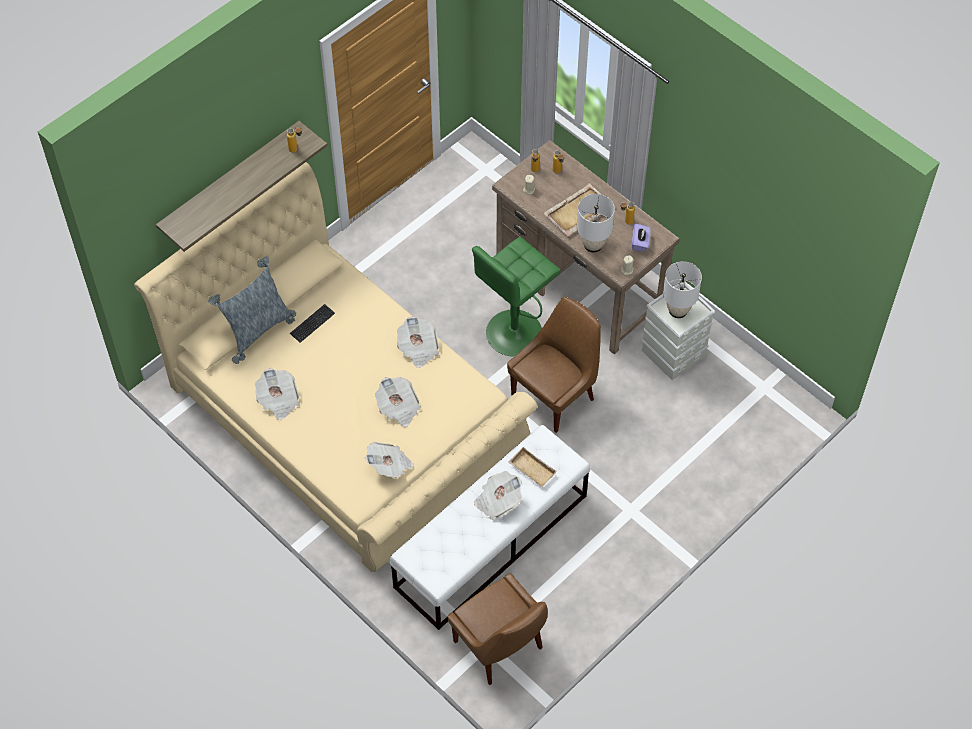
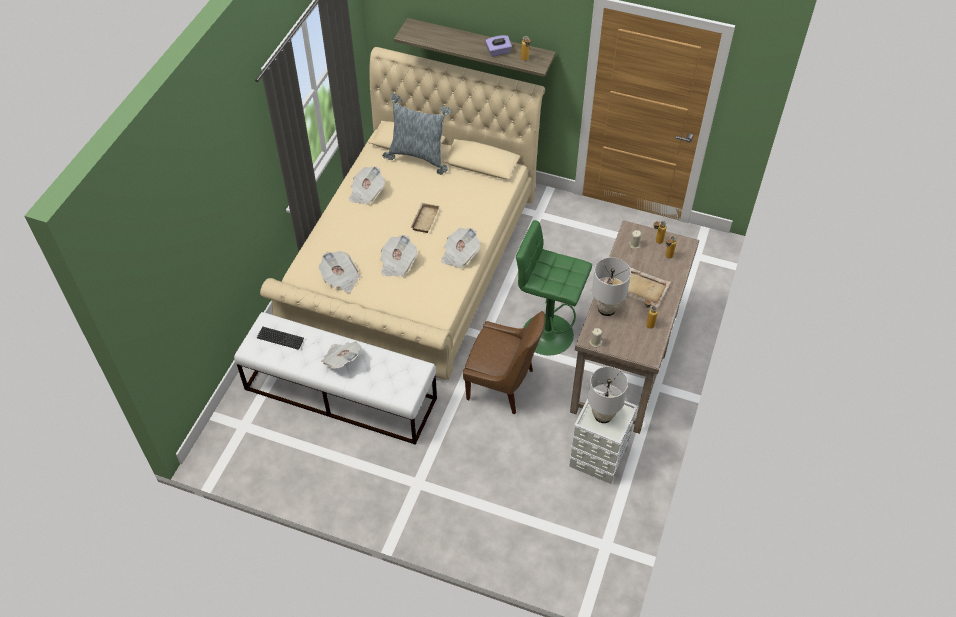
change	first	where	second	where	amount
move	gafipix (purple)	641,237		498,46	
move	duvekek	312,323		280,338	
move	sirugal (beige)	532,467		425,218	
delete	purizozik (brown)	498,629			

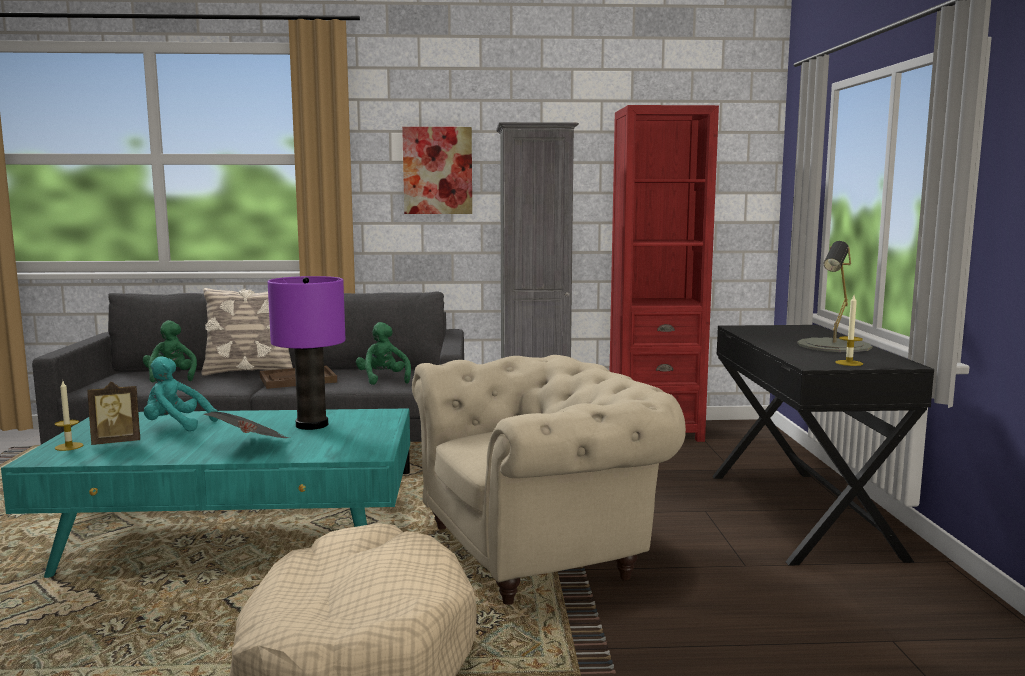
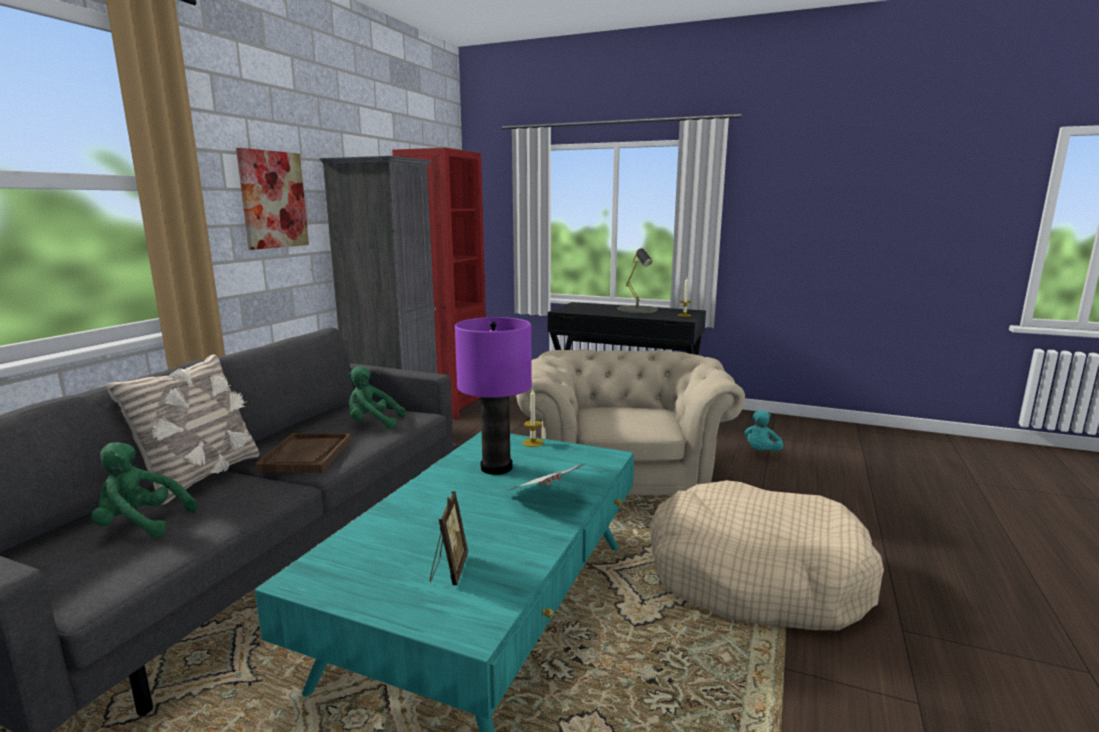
change	first	where	second	where	amount
move	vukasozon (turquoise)	181,393		763,430	
move	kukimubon	69,416		533,418	

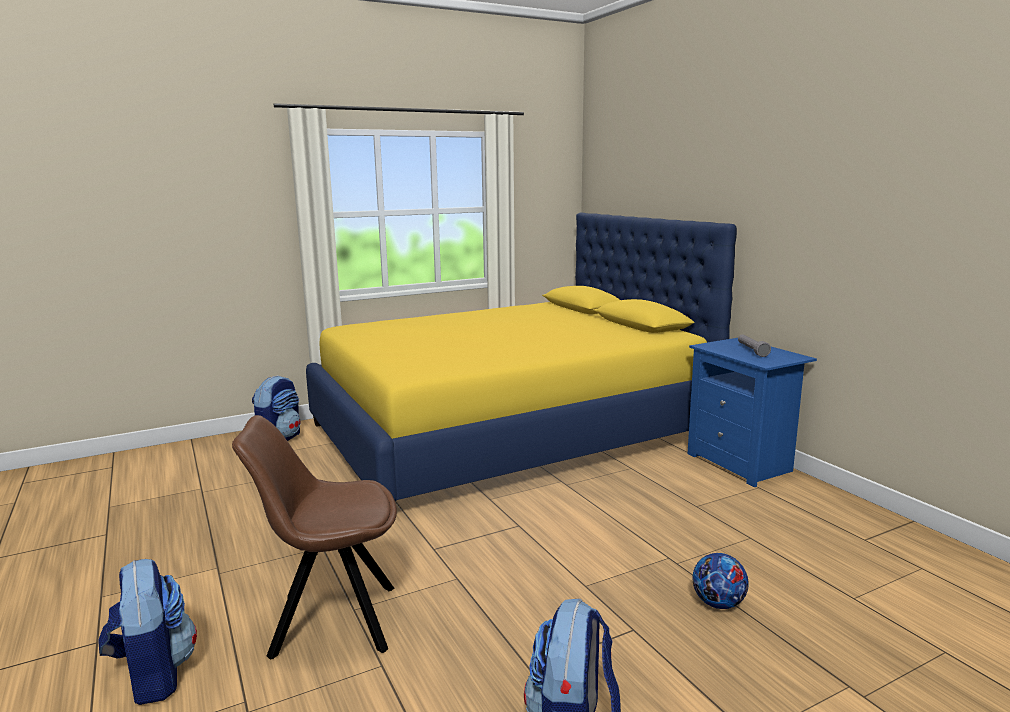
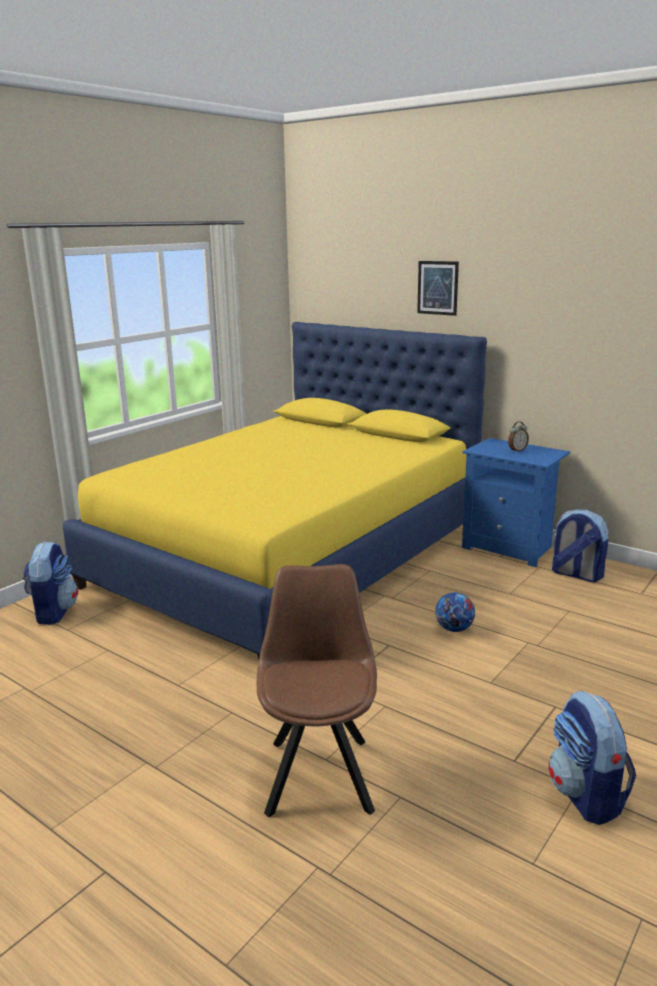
change	first	where	second	where	amount
replace	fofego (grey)	754,345	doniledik	518,436	
rotate	purizozik (brown)	314,537		317,690	120 degrees clockwise
move	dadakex	720,581		455,612	
move	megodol	147,632		580,545	
insert			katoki	438,288	

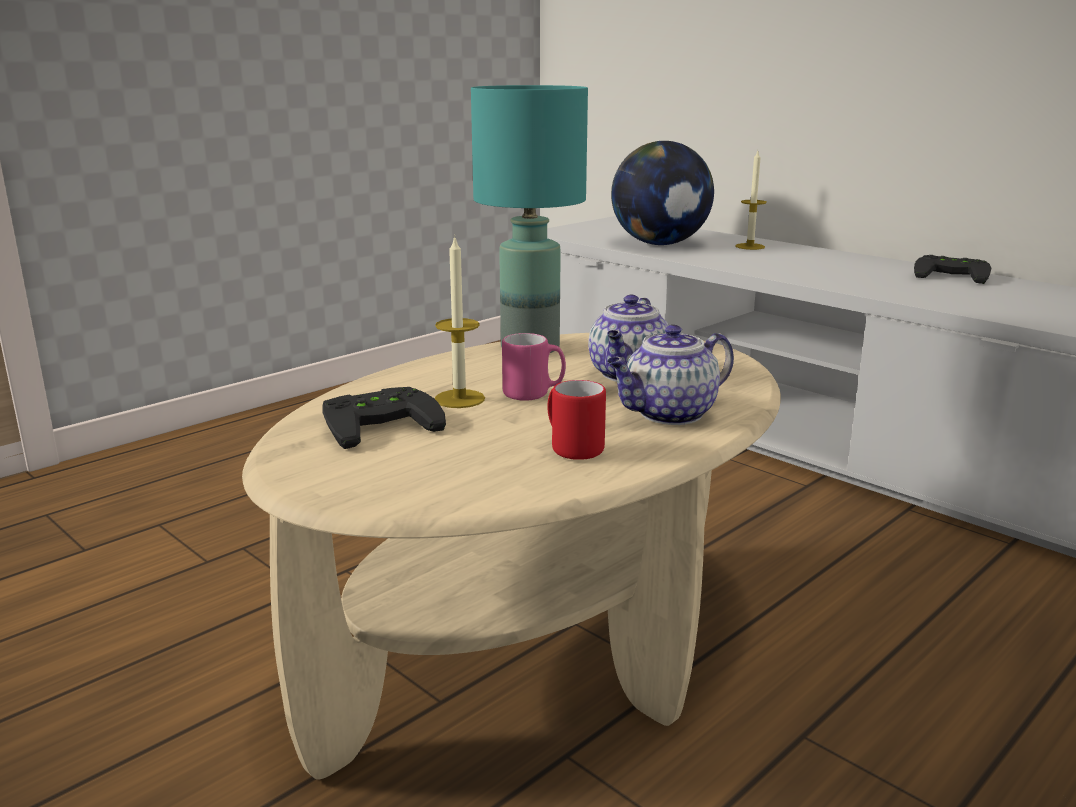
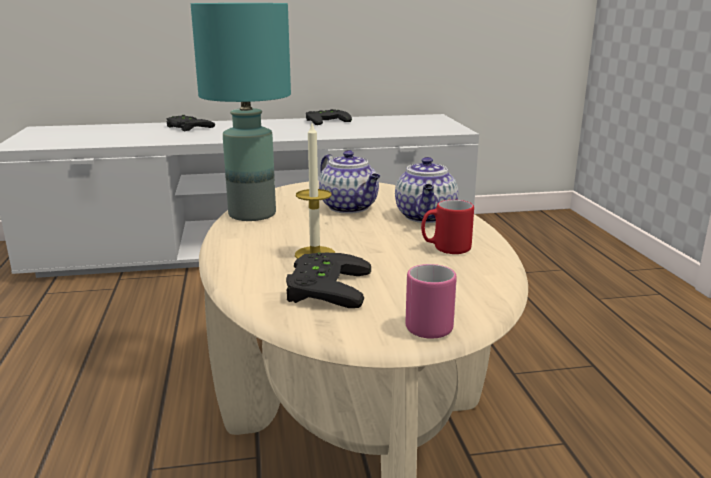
change	first	where	second	where	amount
delete	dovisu	662,193			
replace	kukimubon	751,200	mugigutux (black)	190,123	
move	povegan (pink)	534,366		431,301	

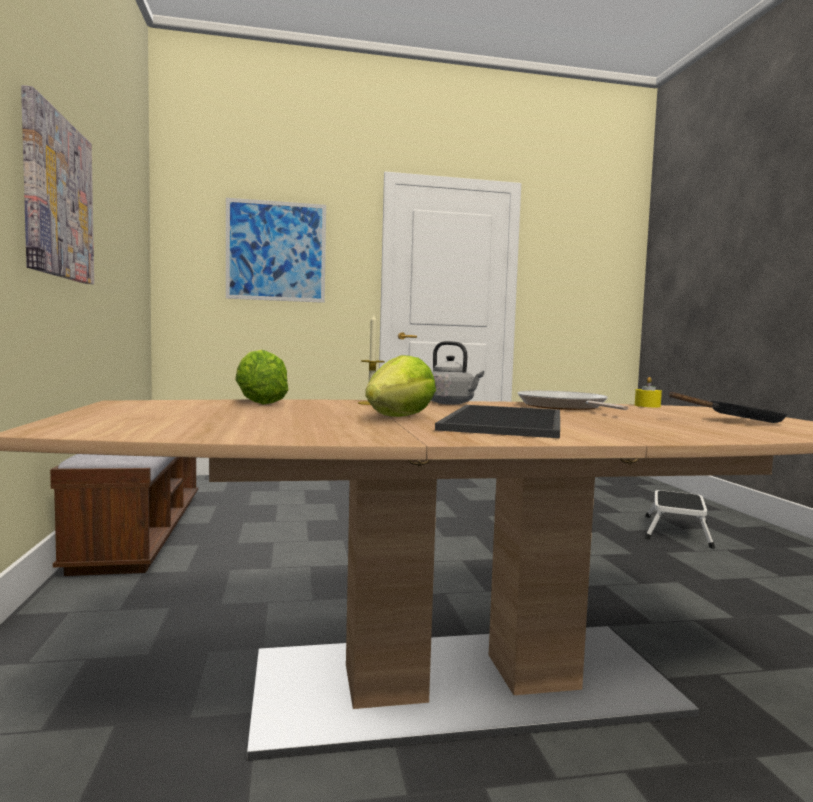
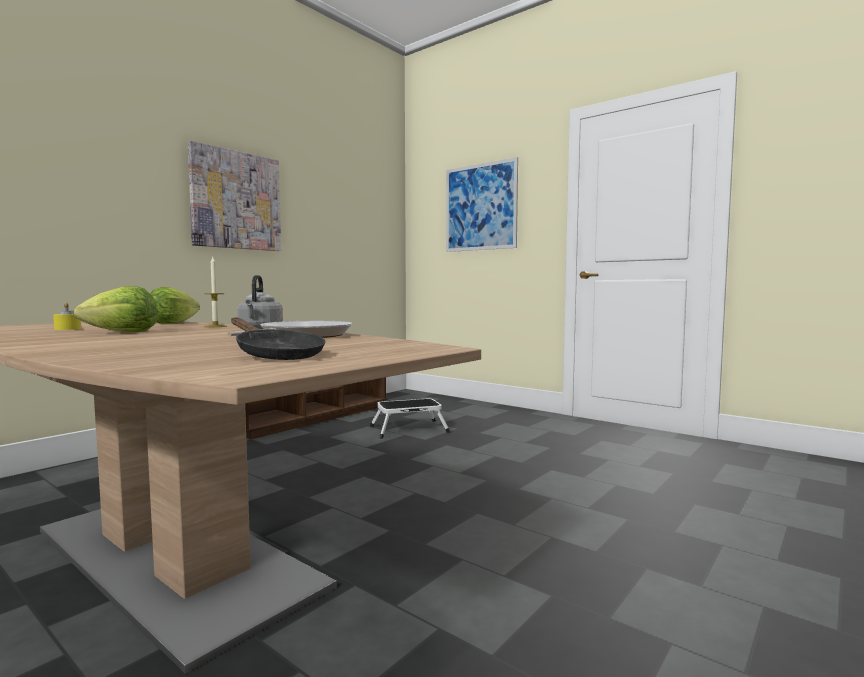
change	first	where	second	where	amount
move	kukimubon (yellow)	648,392		67,316	
delete	sirugal	497,421			
move	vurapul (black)	679,519		410,419	

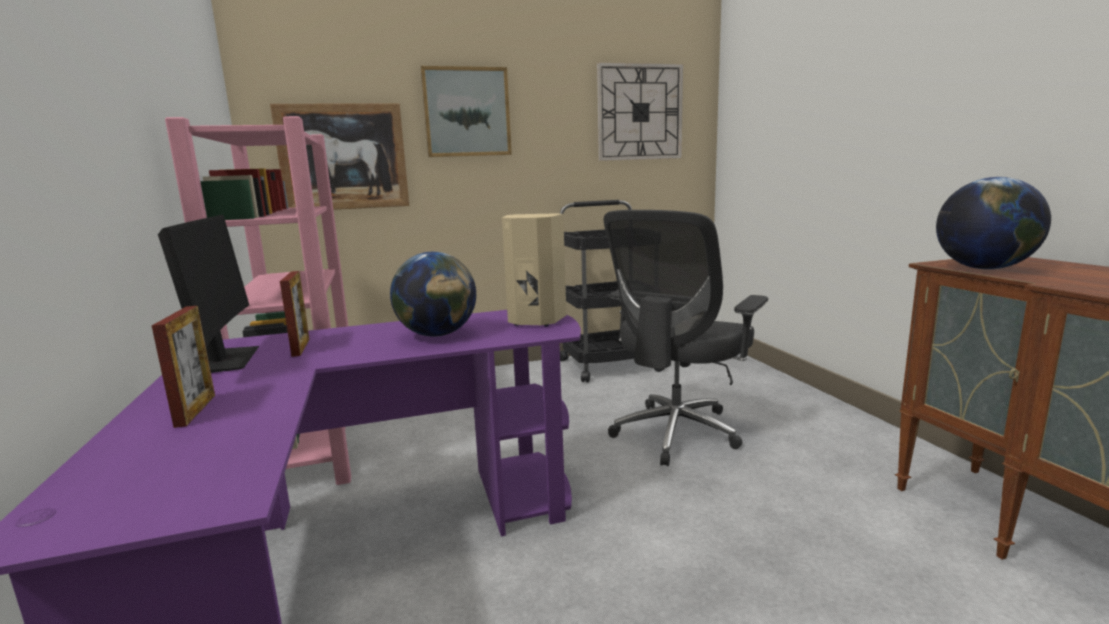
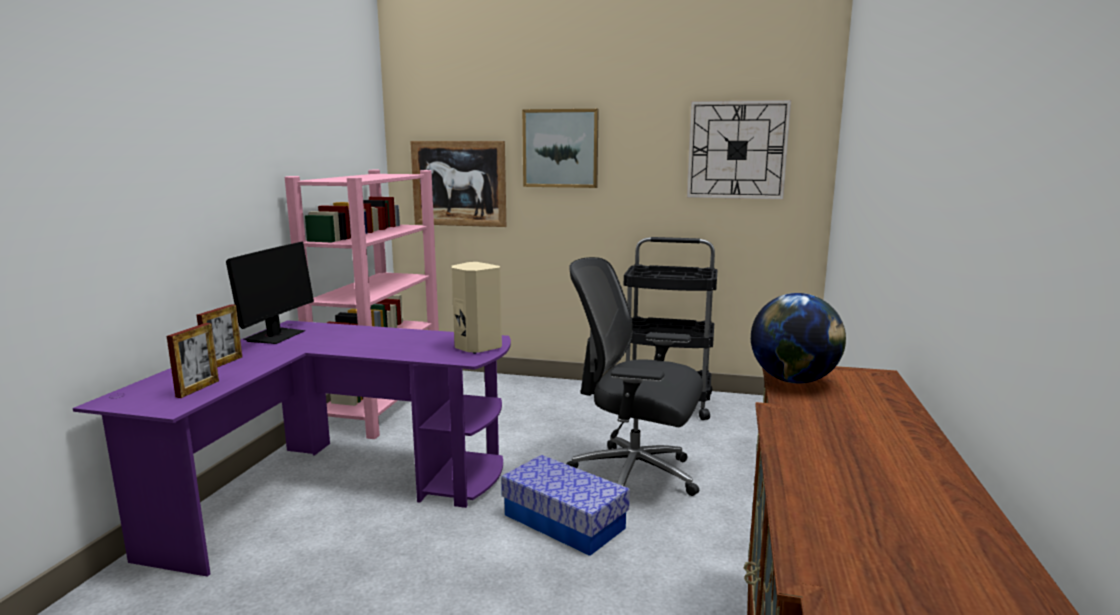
change	first	where	second	where	amount
rotate	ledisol	686,338		634,376	45 degrees clockwise
delete	dovisu	433,294			
move	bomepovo	295,314		193,360	
insert			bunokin	565,505	

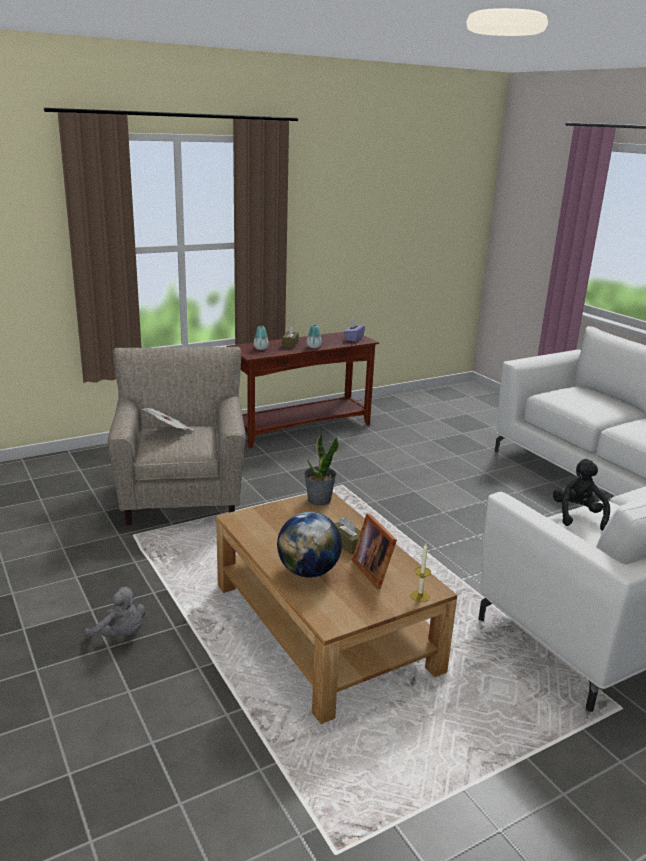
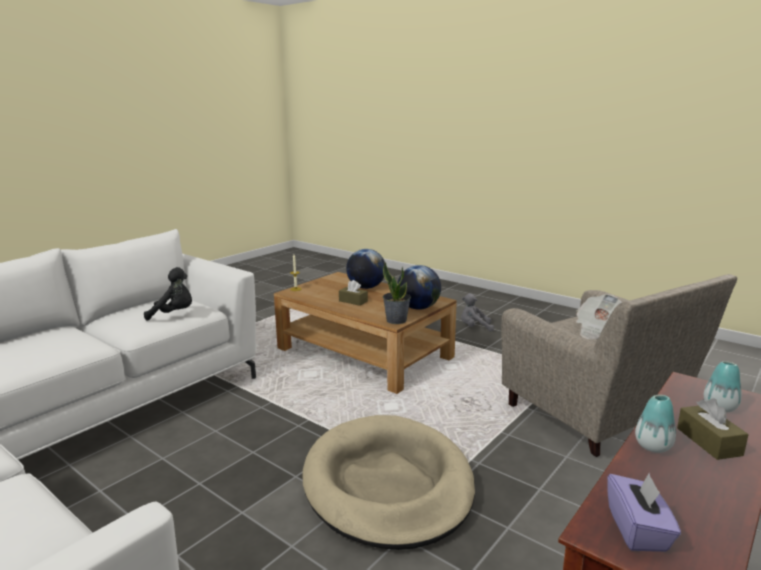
change	first	where	second	where	amount
rotate	vukasozon (black)	581,494		168,294	75 degrees counterclockwise
delete	bomepovo	374,551			
insert			dovisu	419,287	
insert			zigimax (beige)	388,482	

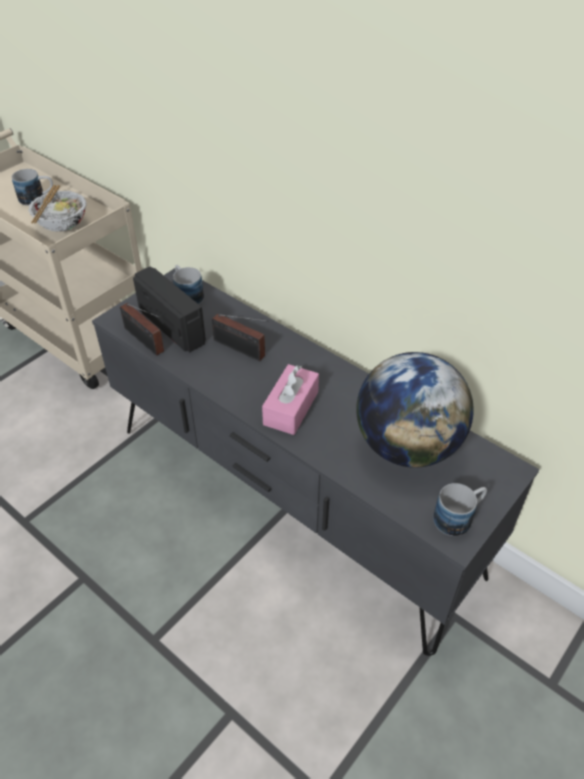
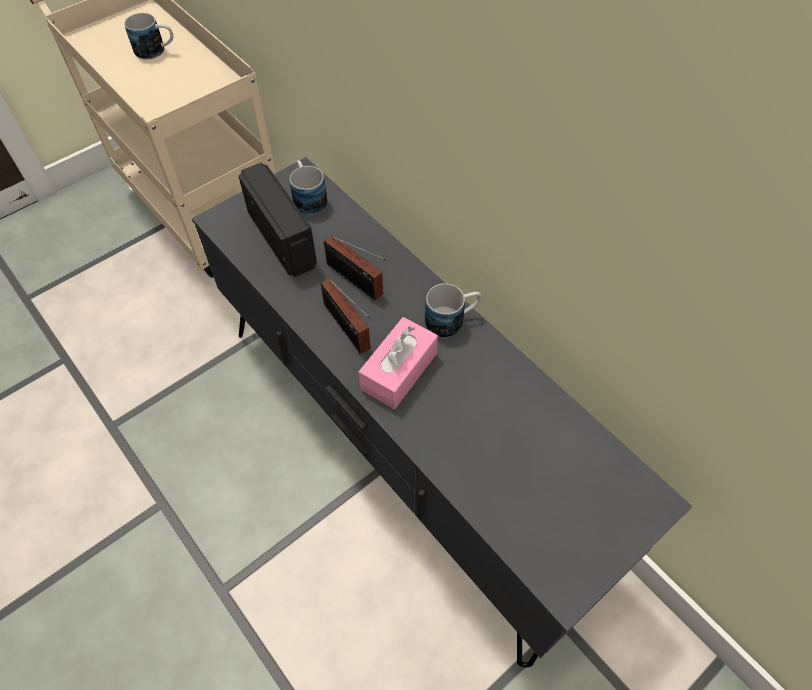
change	first	where	second	where	amount
delete	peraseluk	57,208			
move	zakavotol	142,329		345,316	
delete	dovisu	415,410			
move	povegan	460,509		453,310	

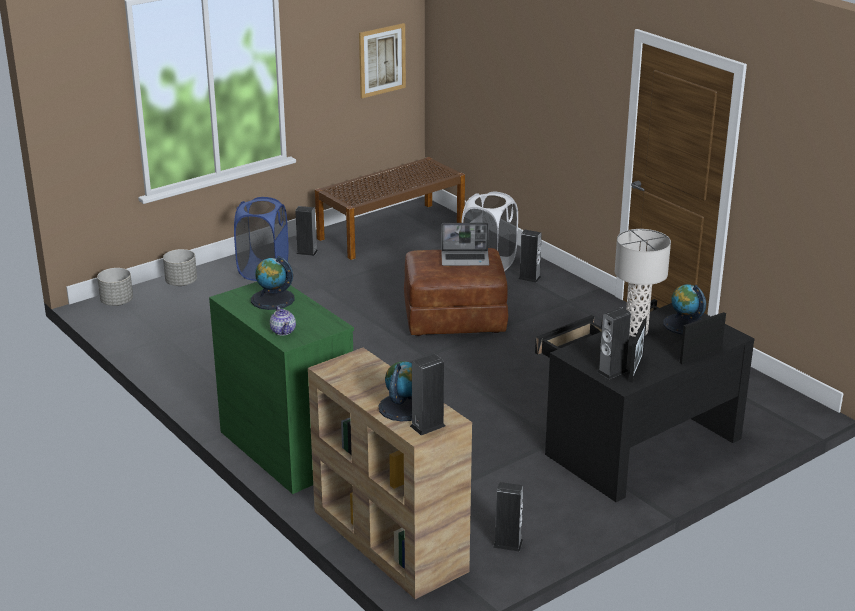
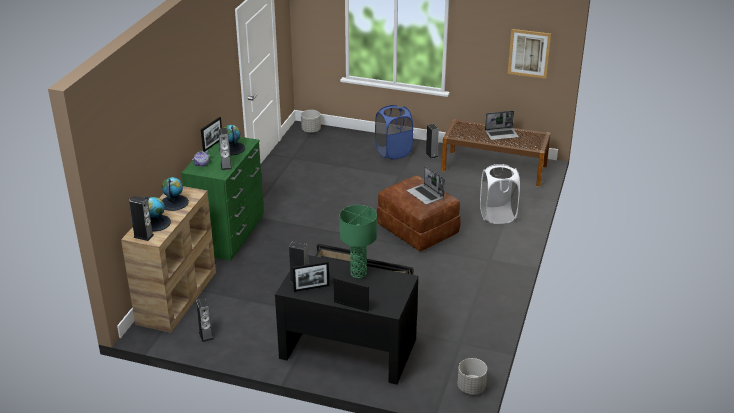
change	first	where	second	where	amount
recolor	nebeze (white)	643,283	nebeze (green)	358,241	
move	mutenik	530,256		225,149	
move	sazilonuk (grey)	180,267		472,376	
move	dovisu	684,309		175,194	
insert			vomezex	502,125	
insert			bomepovo	211,134	

